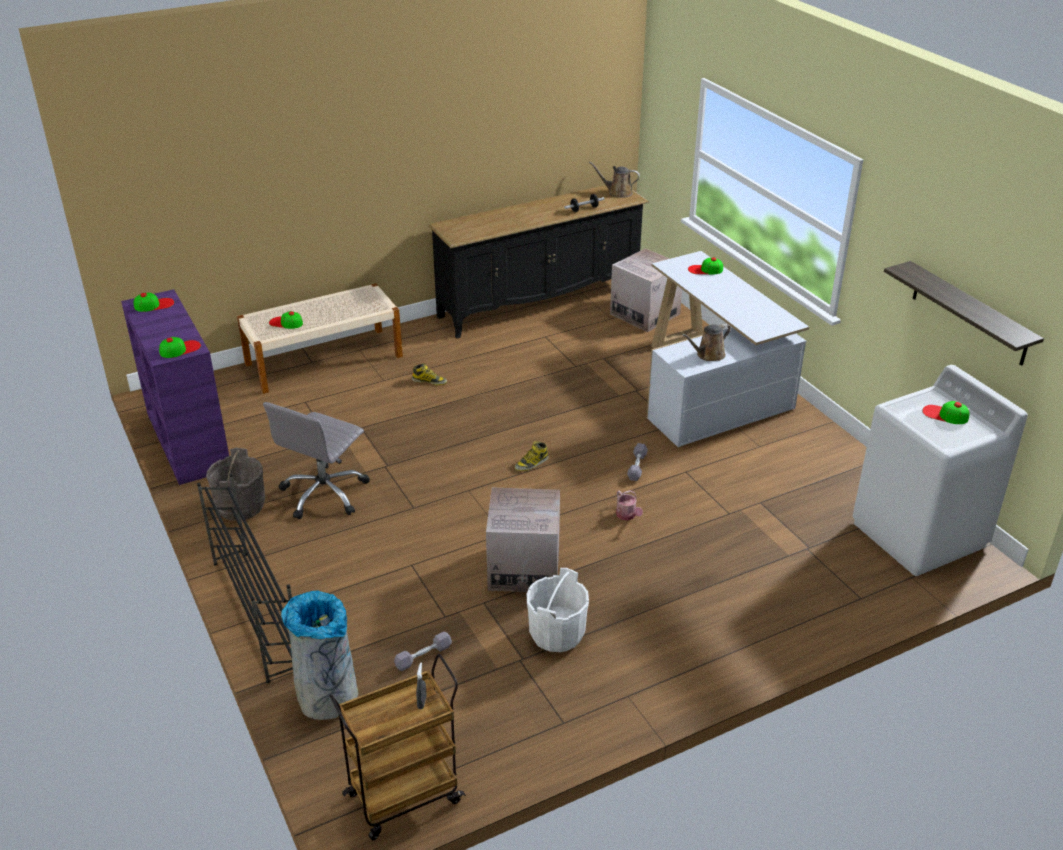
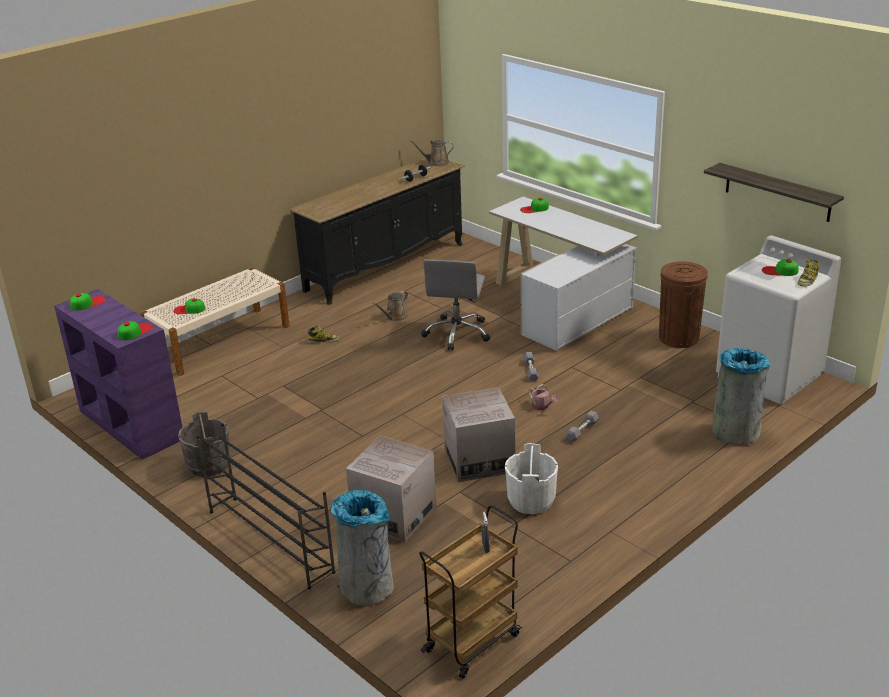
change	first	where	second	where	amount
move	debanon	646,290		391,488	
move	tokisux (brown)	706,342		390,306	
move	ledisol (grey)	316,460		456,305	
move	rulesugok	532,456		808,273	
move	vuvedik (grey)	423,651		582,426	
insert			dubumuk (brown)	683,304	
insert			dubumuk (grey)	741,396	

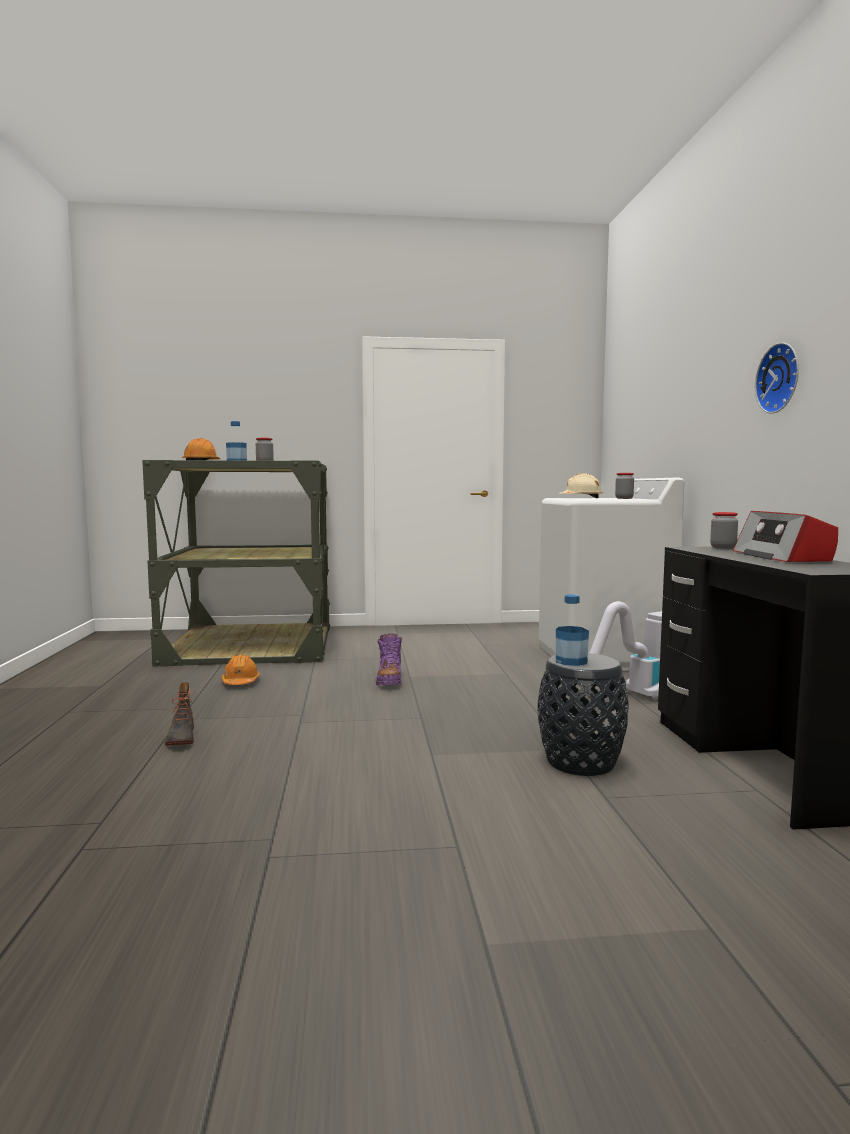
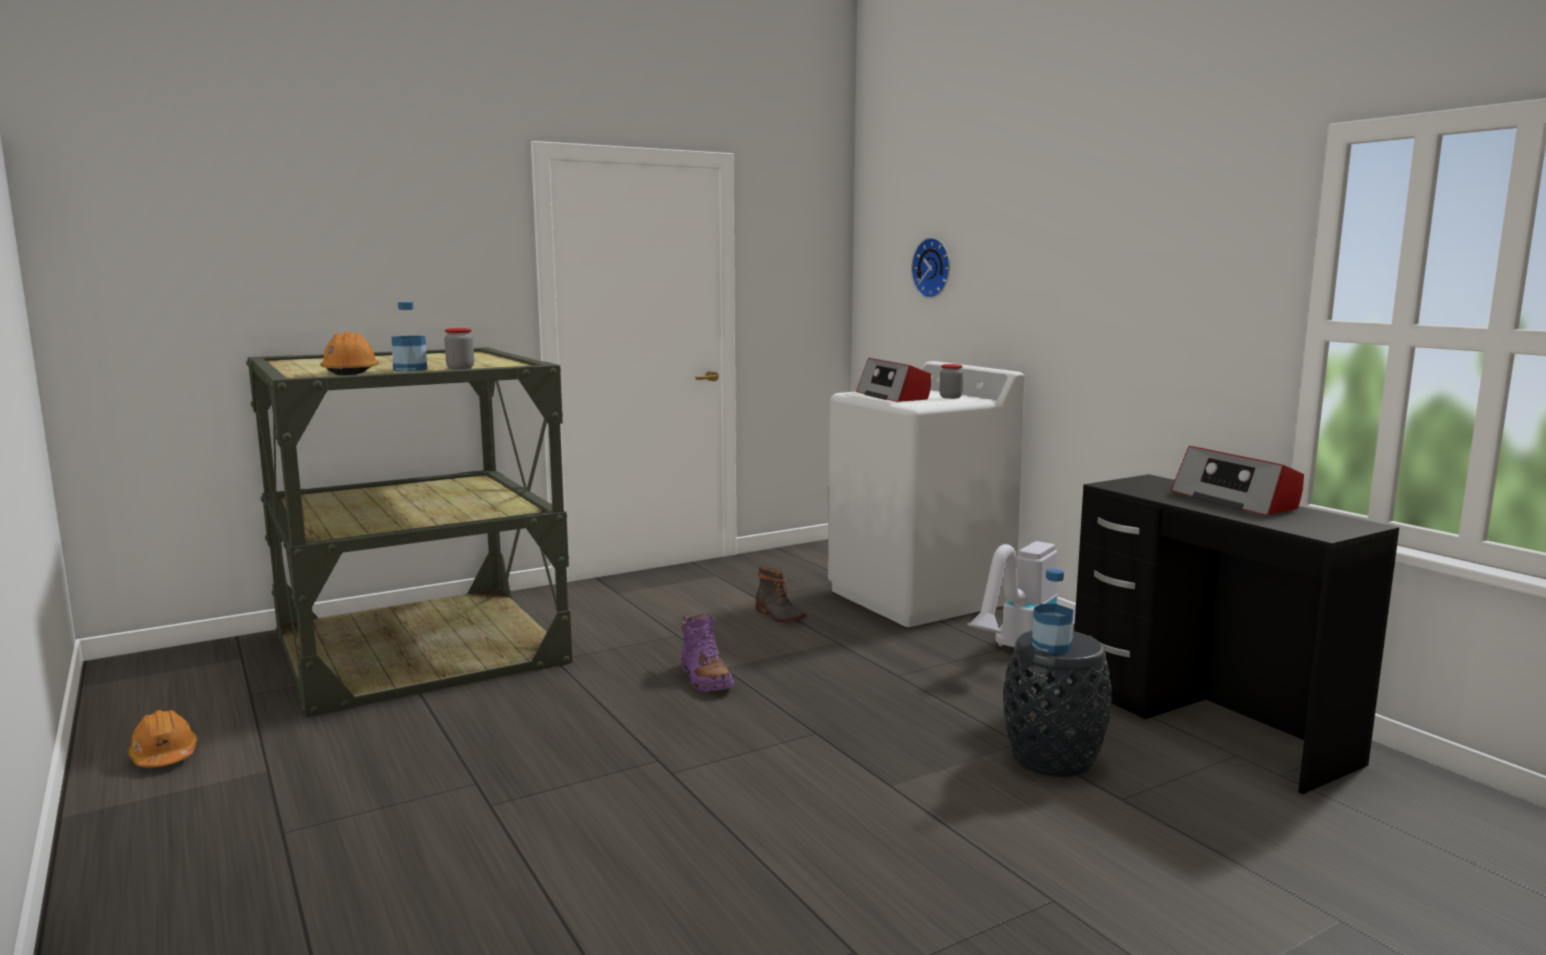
change	first	where	second	where	amount
move	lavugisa	777,378		930,268	
replace	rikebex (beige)	580,485	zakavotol	893,380	
delete	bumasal	724,530			
move	rikebex (orange)	241,669		163,738	
move	rulesugok	179,714		781,594	

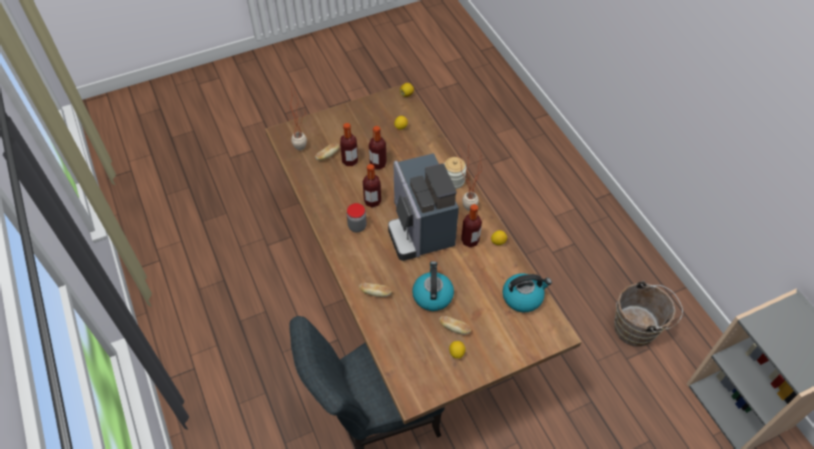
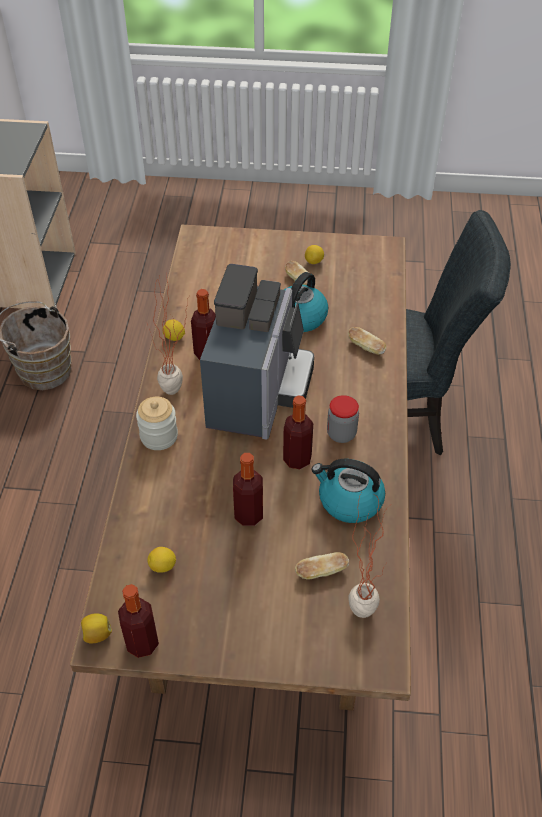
change	first	where	second	where	amount
move	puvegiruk	349,144		138,621	
move	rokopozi	527,292		348,491	

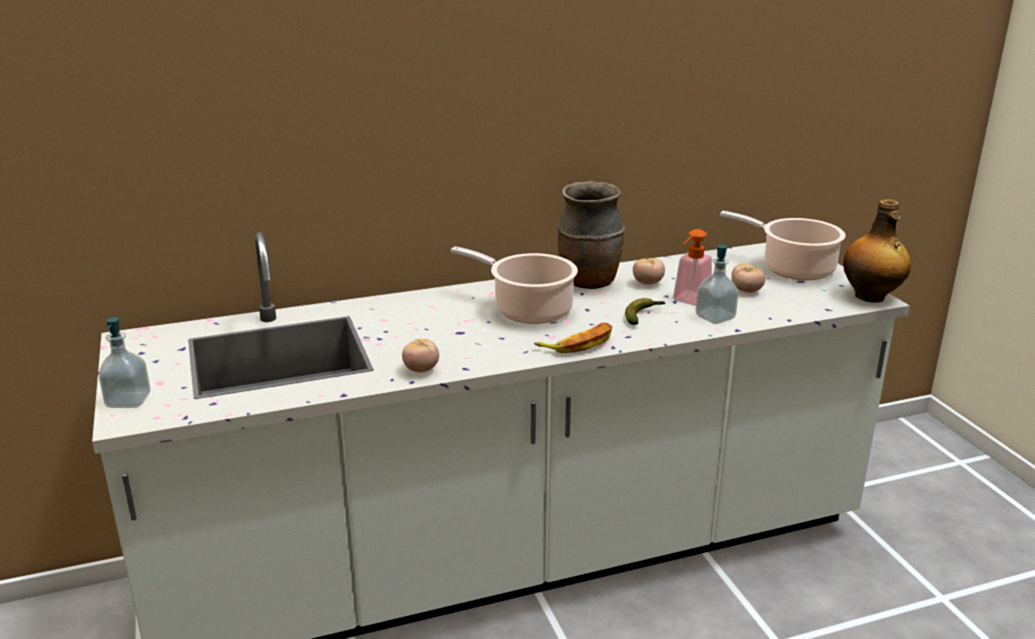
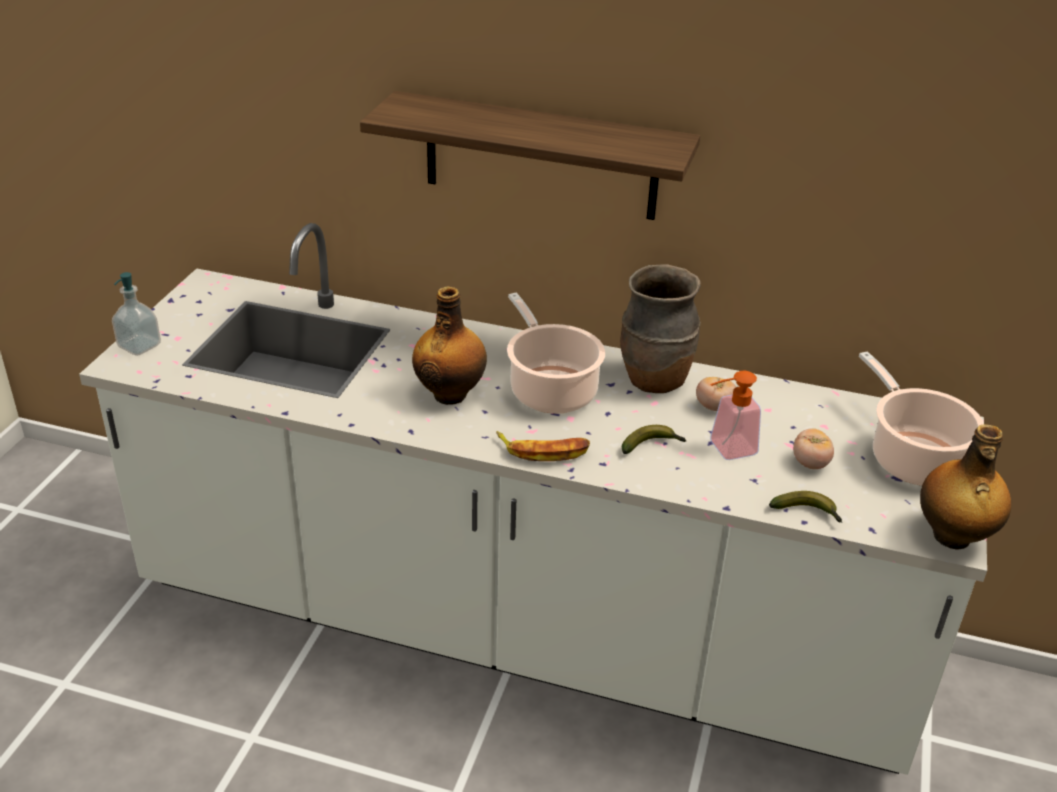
change	first	where	second	where	amount
delete	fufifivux	717,284			
delete	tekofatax	420,356			
insert			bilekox	530,155	
insert			puvegiruk	449,345	
insert			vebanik	805,507	

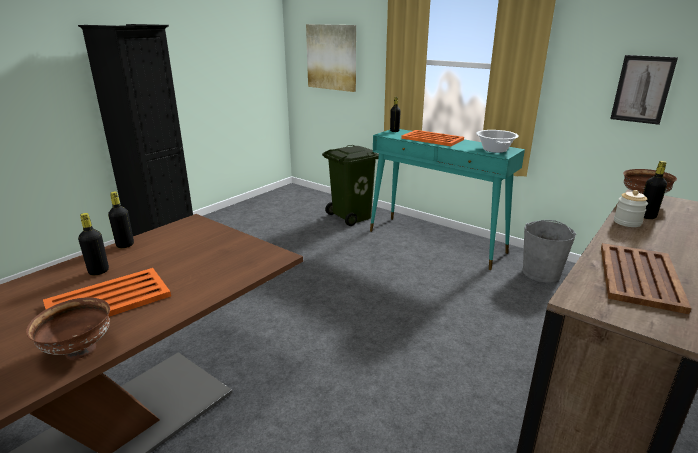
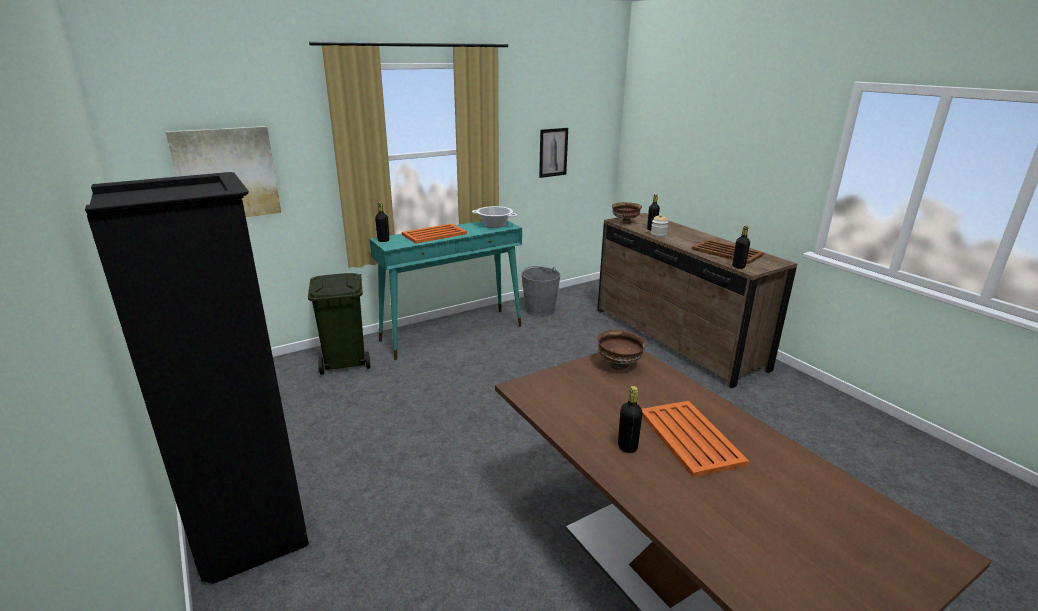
change	first	where	second	where	amount
move	puvegiruk (black)	121,220		741,247	
move	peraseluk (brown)	68,328		621,350	

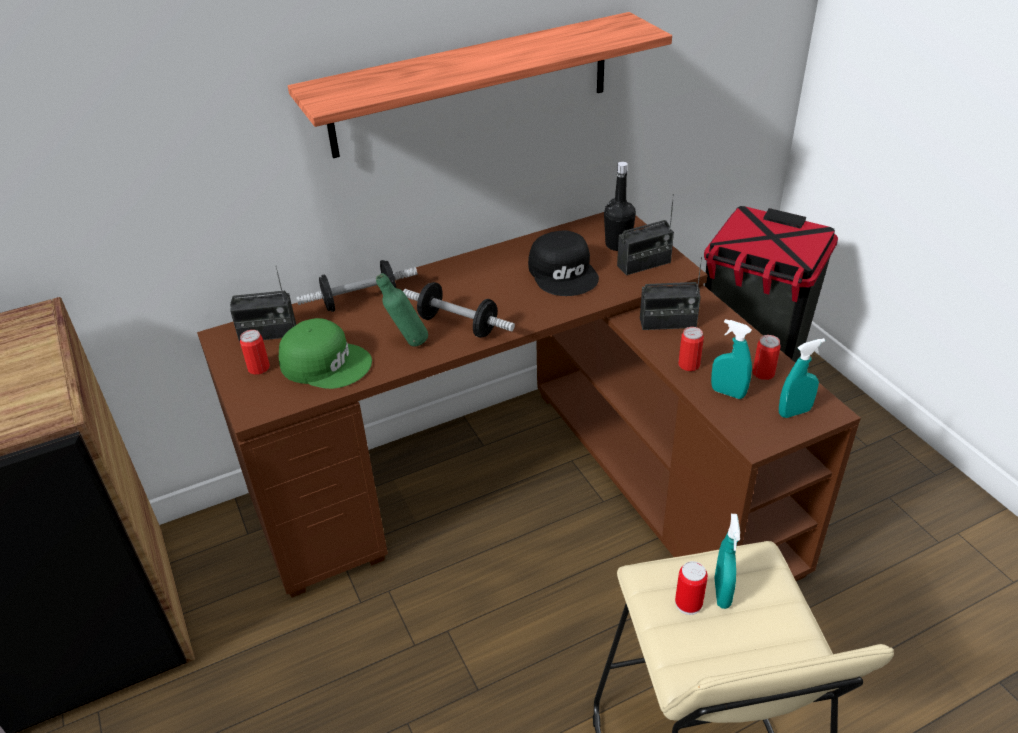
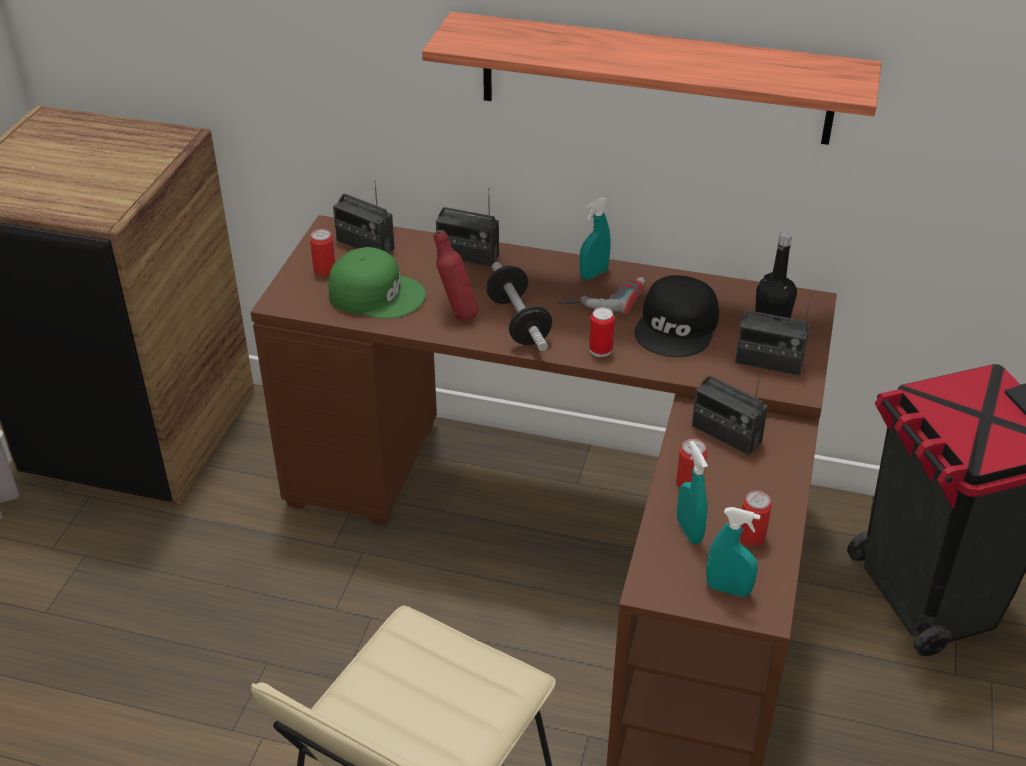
change	first	where	second	where	amount
replace	vuvedik	356,286	zakavotol	467,227	
recolor	puvegiruk (green)	402,310	puvegiruk (red)	456,275	
rotate	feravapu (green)	325,353		377,283	45 degrees counterclockwise
move	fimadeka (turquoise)	727,561		595,238	
move	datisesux	691,588		602,332	
insert			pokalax	601,296	

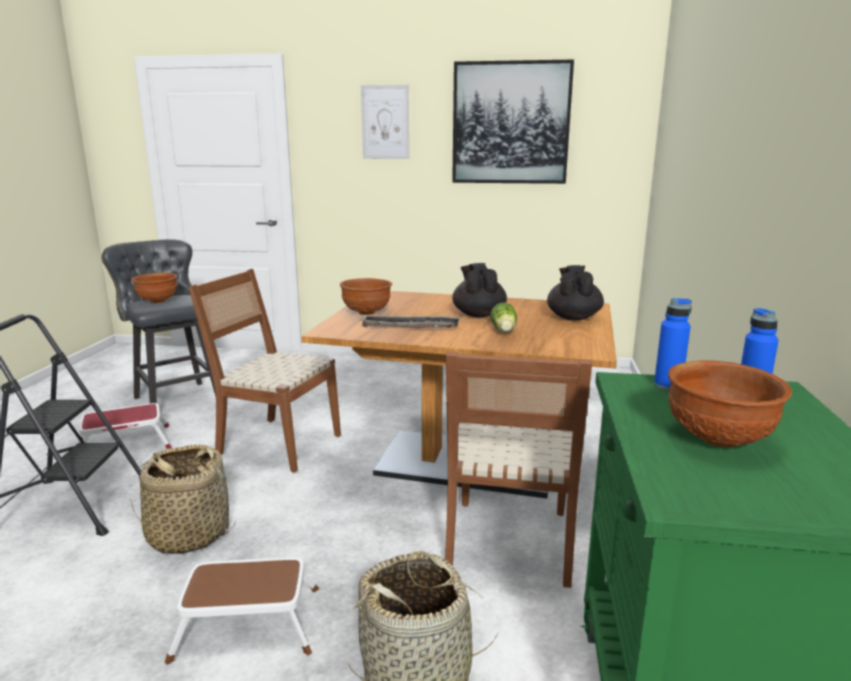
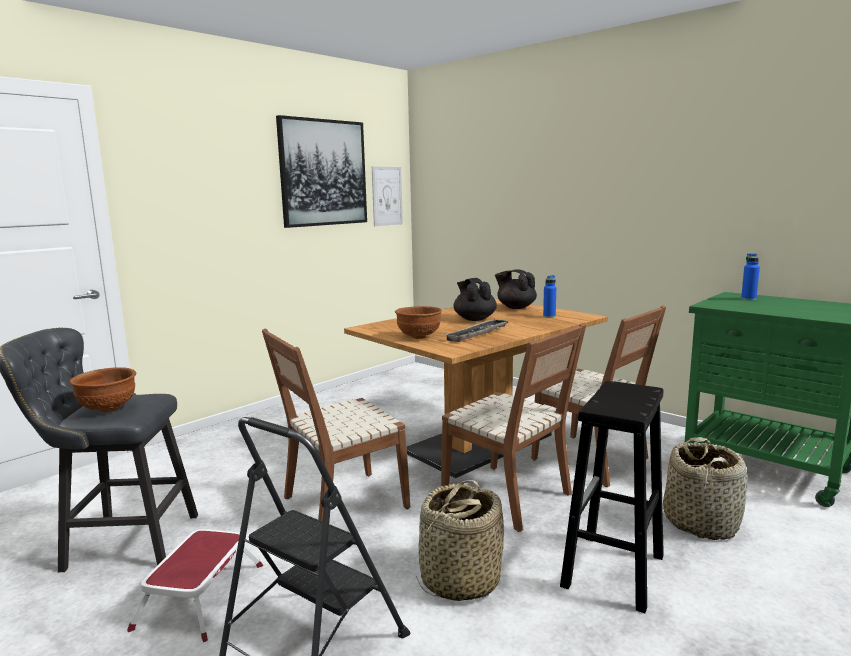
change	first	where	second	where	amount
move	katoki	385,122		387,196	
rotate	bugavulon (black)	479,290		475,299	45 degrees clockwise
move	puvegiruk (blue)	673,344		549,296	
delete	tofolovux	503,318			
delete	peraseluk (brown)	730,404			
replace	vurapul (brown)	242,611	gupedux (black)	612,497	
insert			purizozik	513,427	

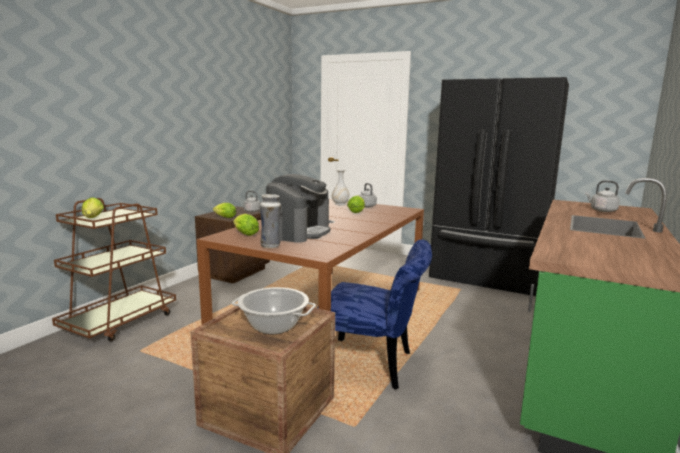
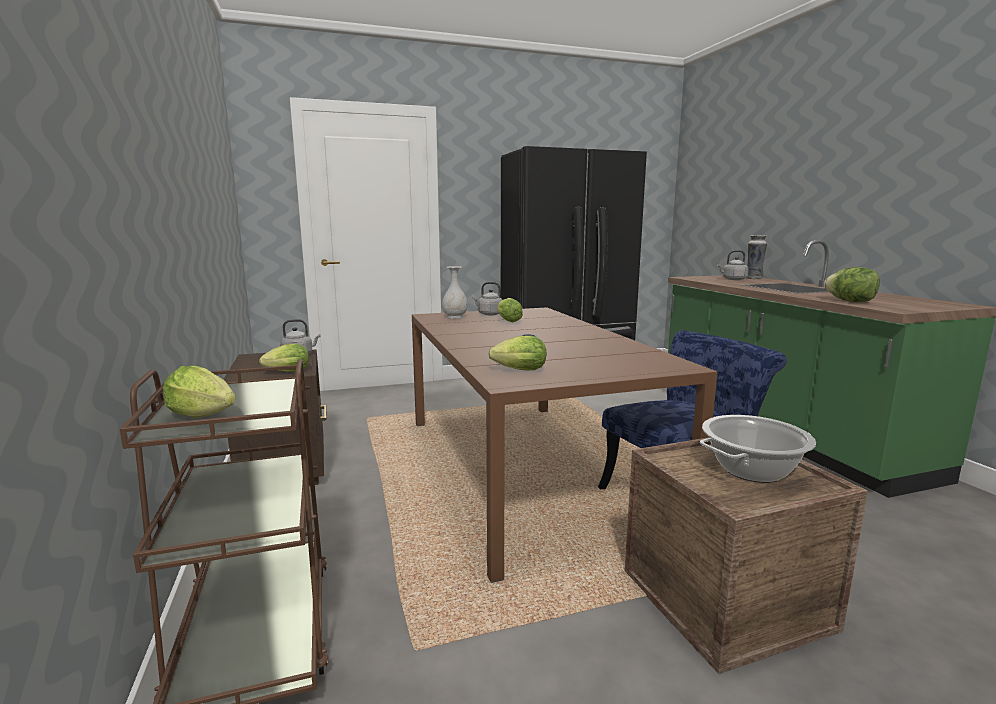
change	first	where	second	where	amount
delete	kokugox	298,208			
move	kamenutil	270,221		757,257	
insert			tofolovux	852,284	

